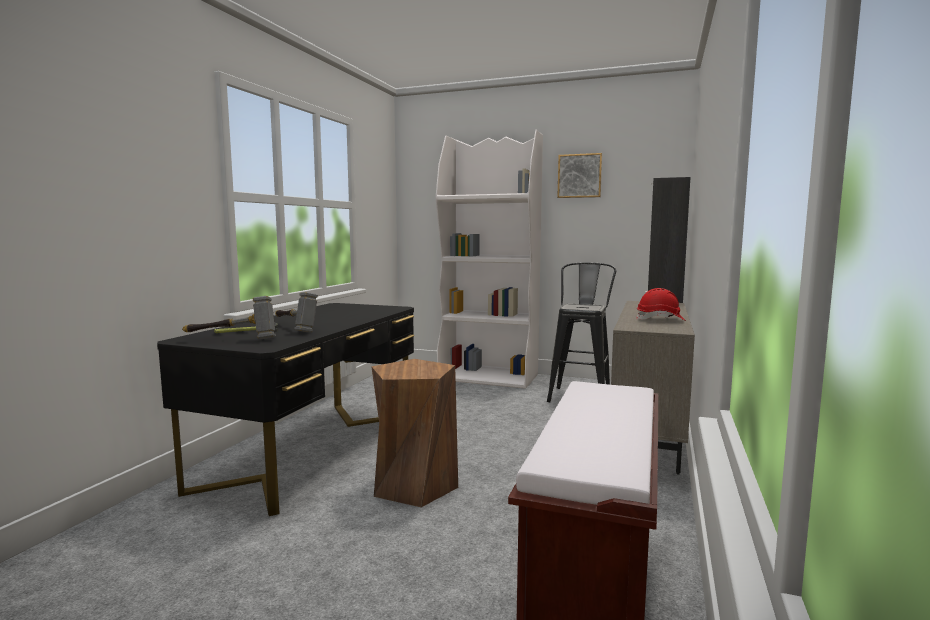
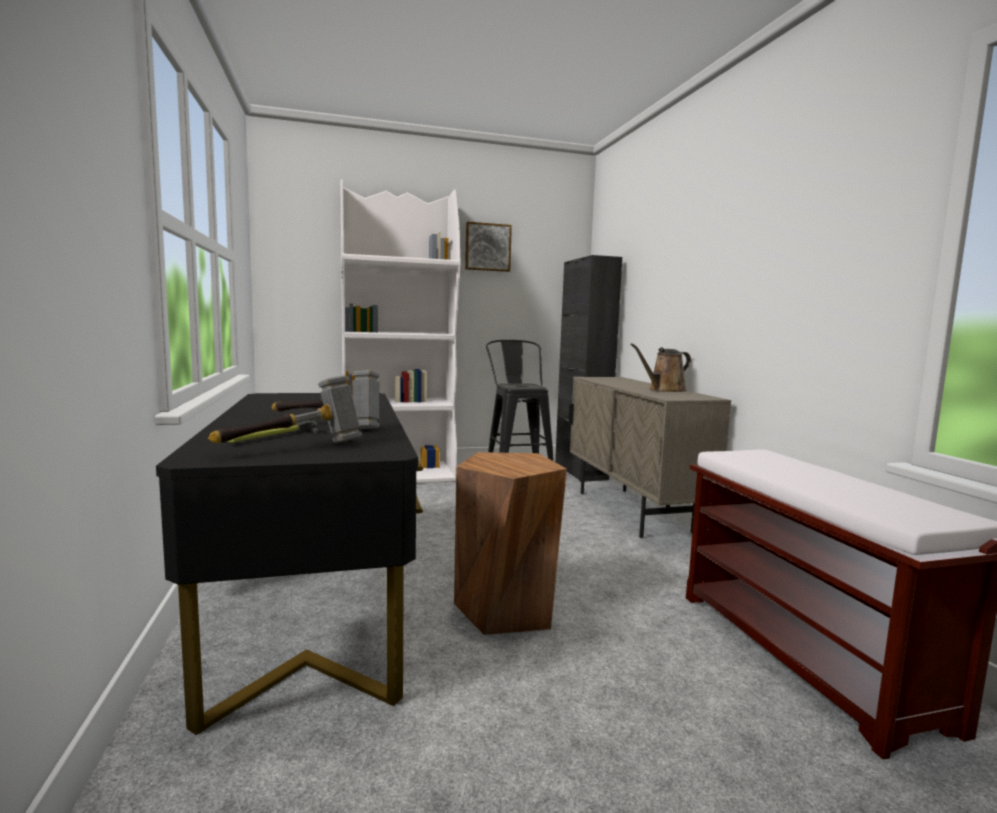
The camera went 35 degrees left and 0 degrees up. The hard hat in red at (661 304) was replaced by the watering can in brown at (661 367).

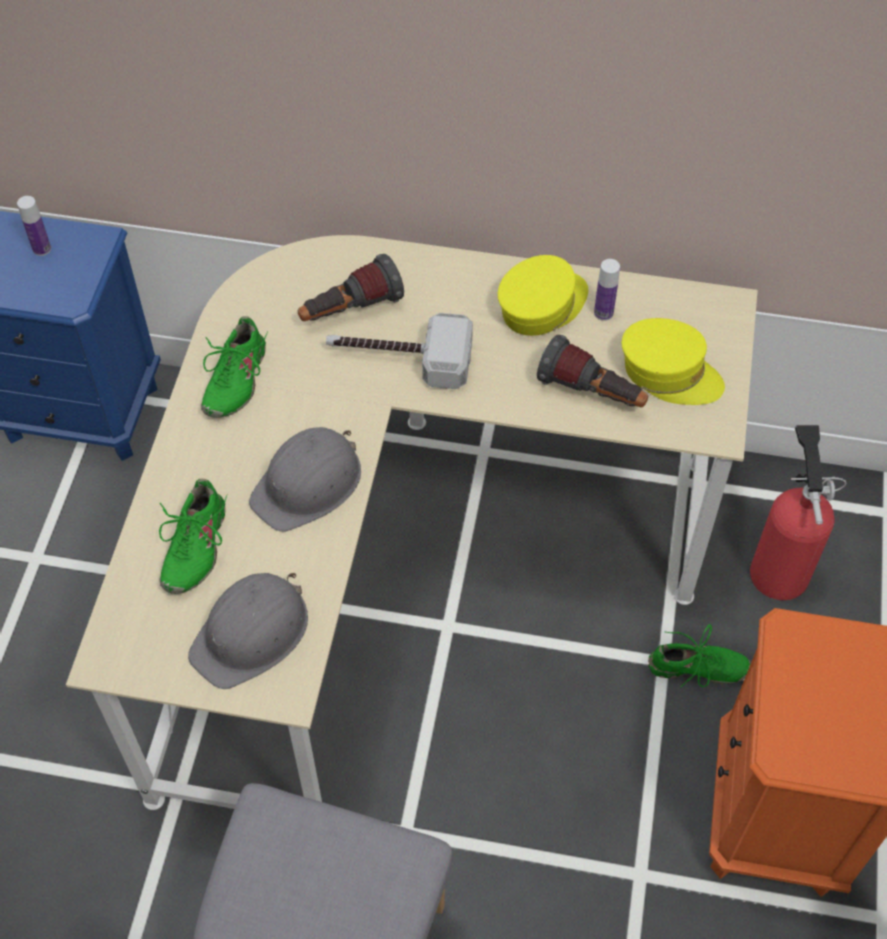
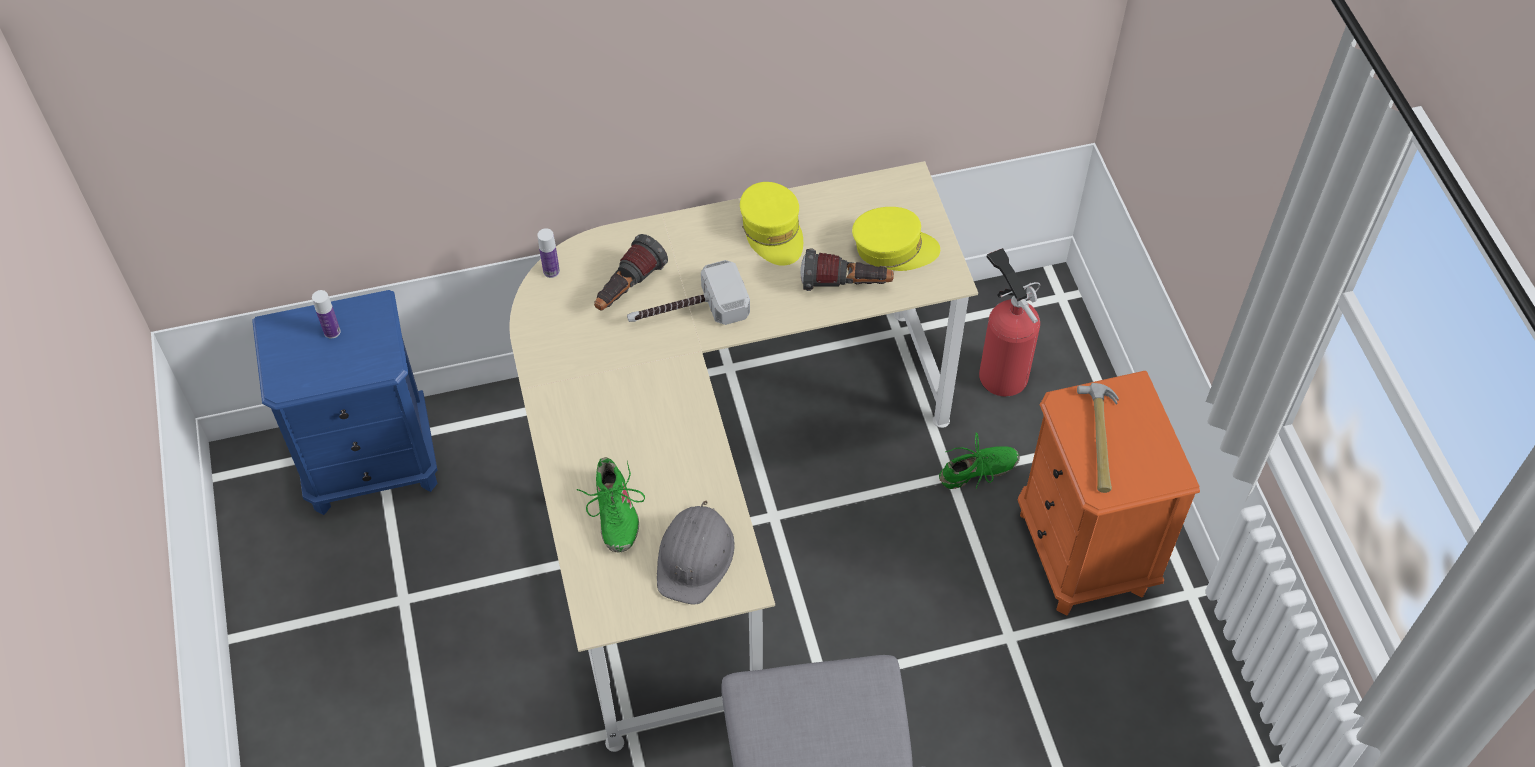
The camera went 25 degrees left and 0 degrees up. The shoe in green at (234 367) disappeared. The hard hat in grey at (305 479) disappeared. The cap in yellow at (543 295) turned 135 degrees clockwise. The bottle moved from (607 290) to (548 253). The hammer at (1098 438) appeared.

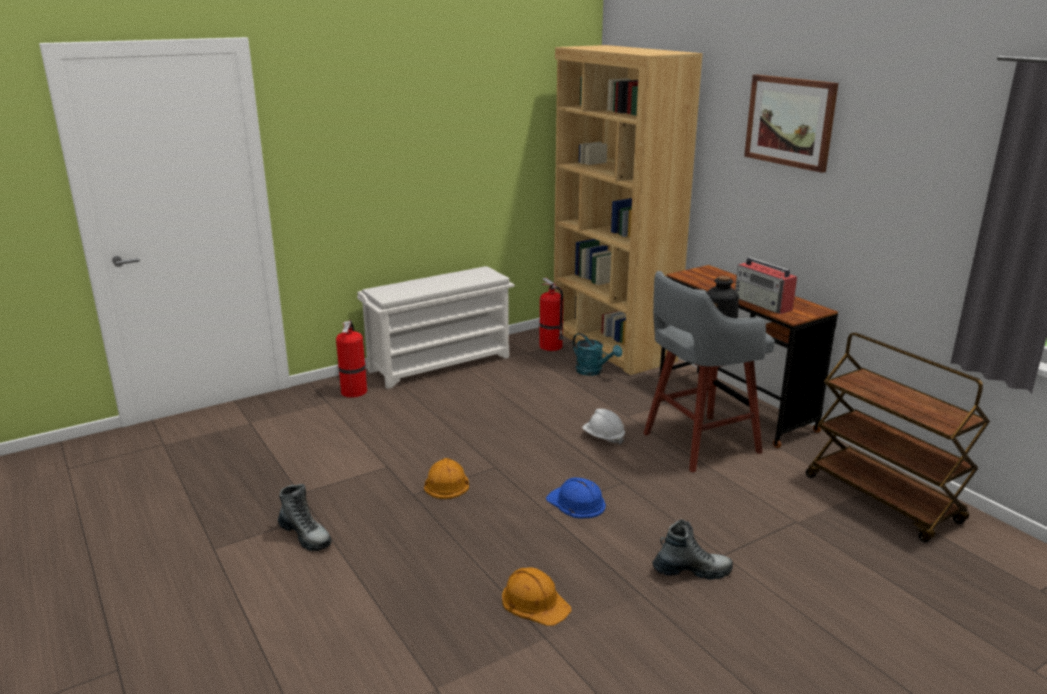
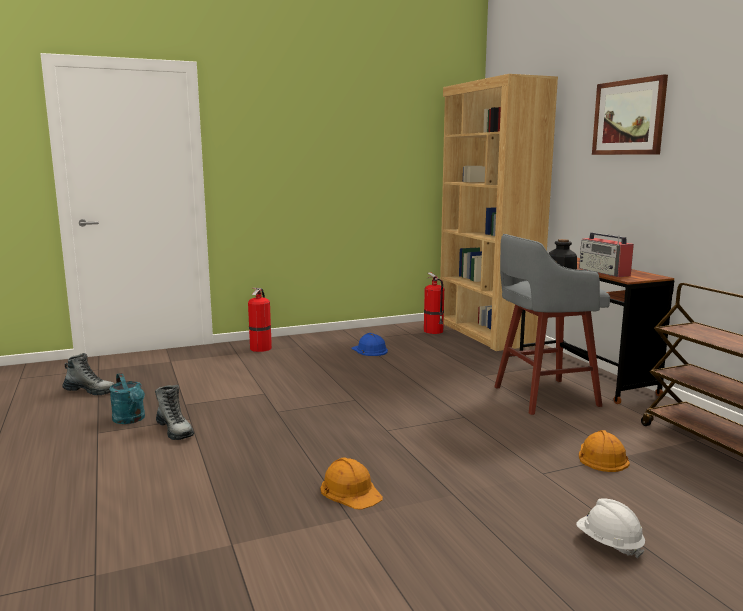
The camera went 10 degrees right and 10 degrees down. The shoe rack in white at (435 327) disappeared. The hard hat in orange moved from (446 478) to (604 451). The hard hat in blue moved from (576 498) to (369 344). The watering can in turquoise moved from (597 354) to (127 398). The hard hat in white moved from (603 427) to (610 528). The boot moved from (692 549) to (88 374).

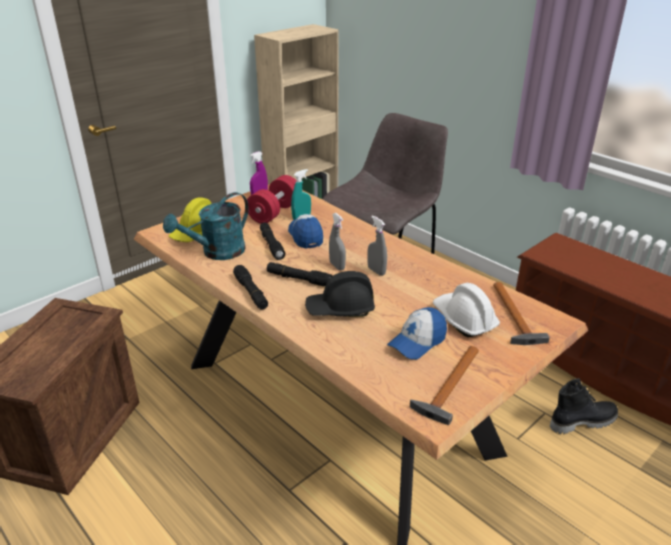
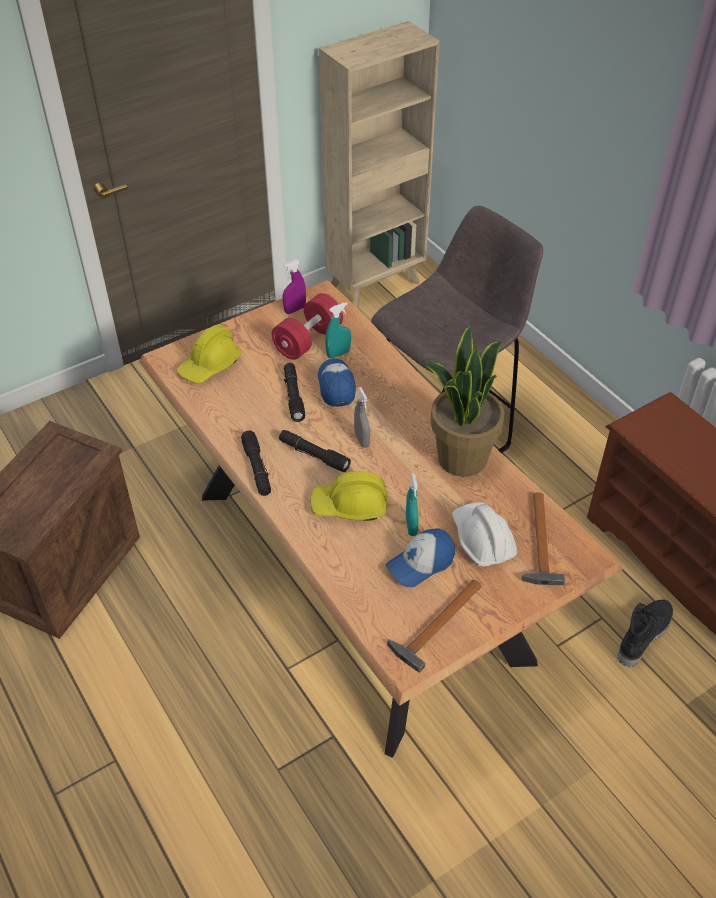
The camera went 10 degrees right and 15 degrees up. The watering can in turquoise at (206 226) disappeared. The hard hat in black at (340 294) became the hard hat in yellow at (348 496). The spray bottle in grey at (377 245) disappeared. The boot in black at (584 406) turned 45 degrees counterclockwise. The spray bottle in turquoise at (412 504) appeared. The potted plant at (464 401) appeared.

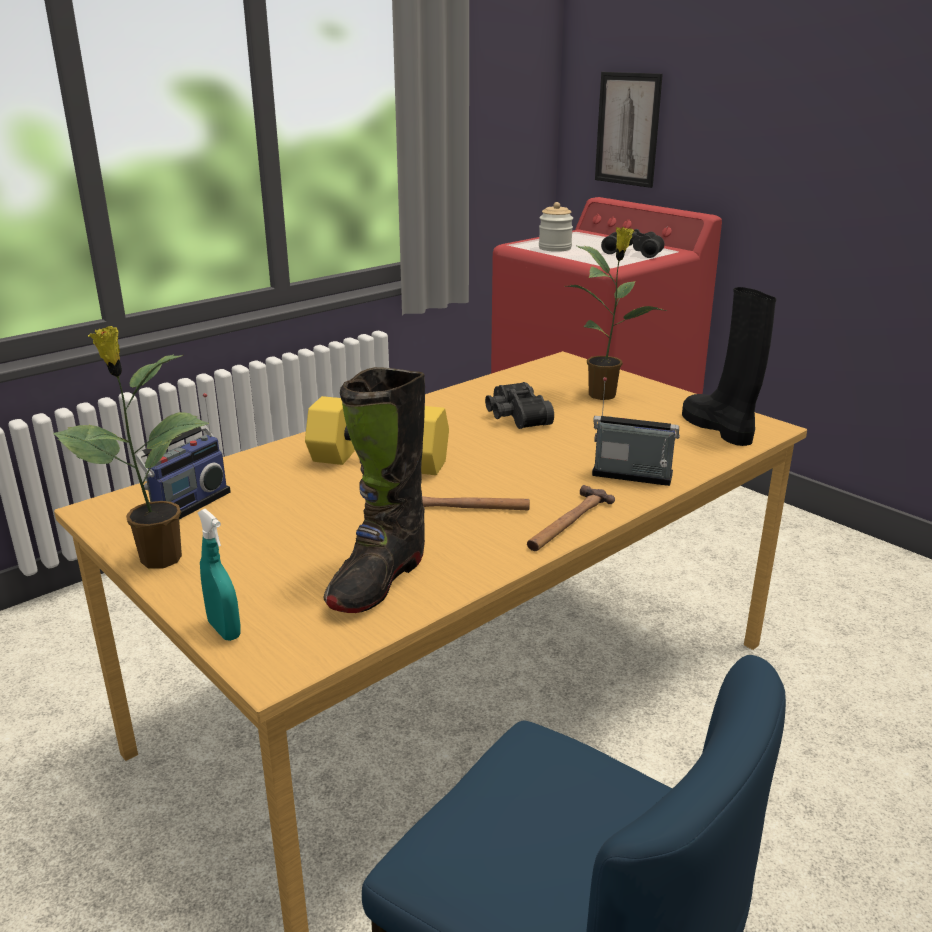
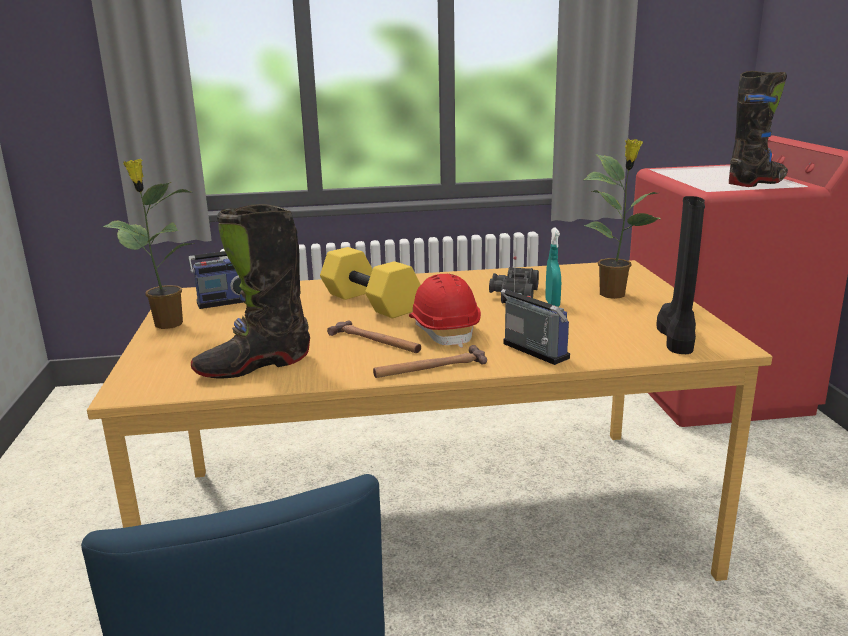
The camera went 35 degrees right and 5 degrees down. The spray bottle in turquoise moved from (219 575) to (553 267). The jar at (556 227) disappeared. The picture at (629 130) disappeared. The binoculars in black at (632 243) was replaced by the boot in black at (758 129). The hard hat in red at (445 311) appeared.

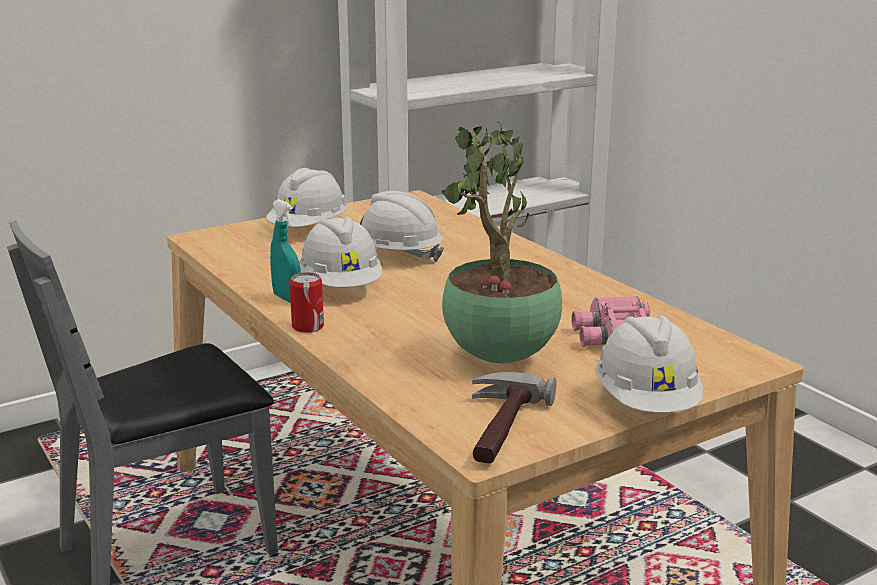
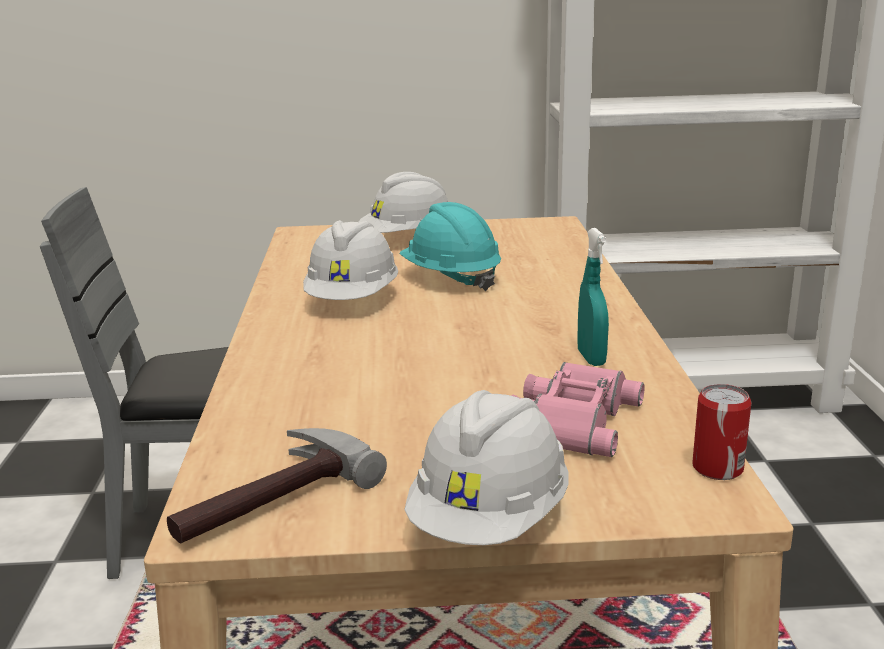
The camera went 30 degrees right and 0 degrees up. The spray bottle in turquoise moved from (285 251) to (593 297). The can moved from (306 302) to (721 432). The hard hat in white at (402 226) became the hard hat in turquoise at (450 246). The potted plant at (502 242) disappeared.

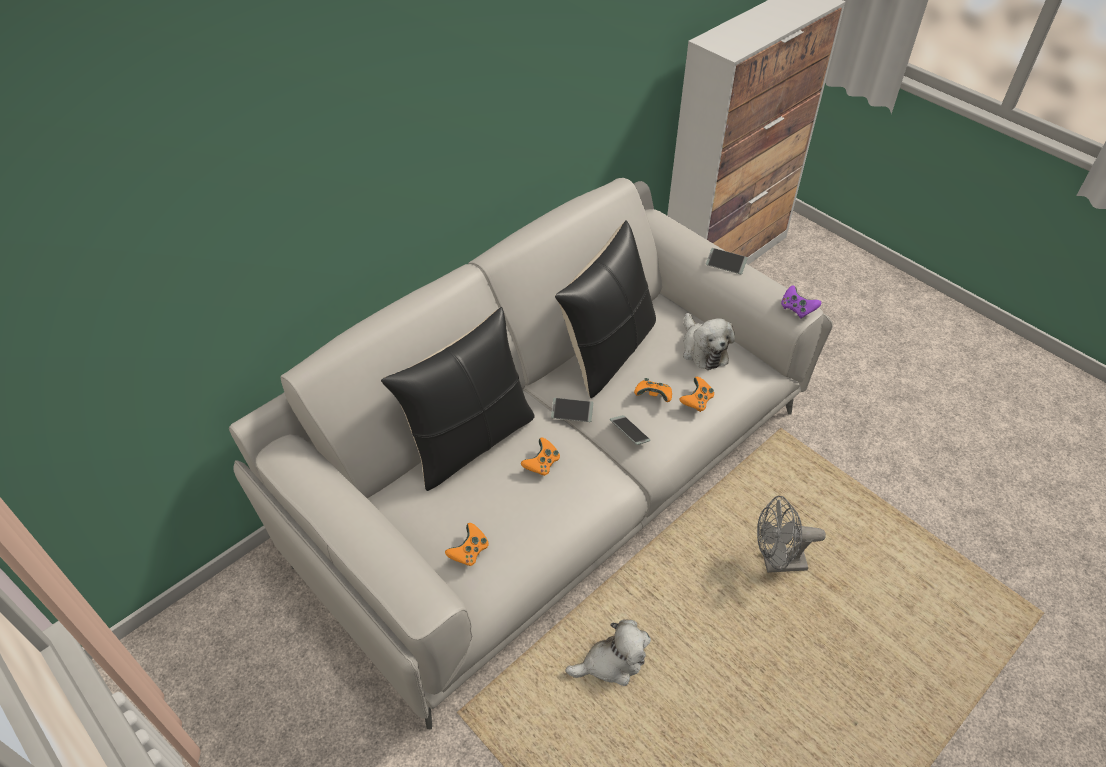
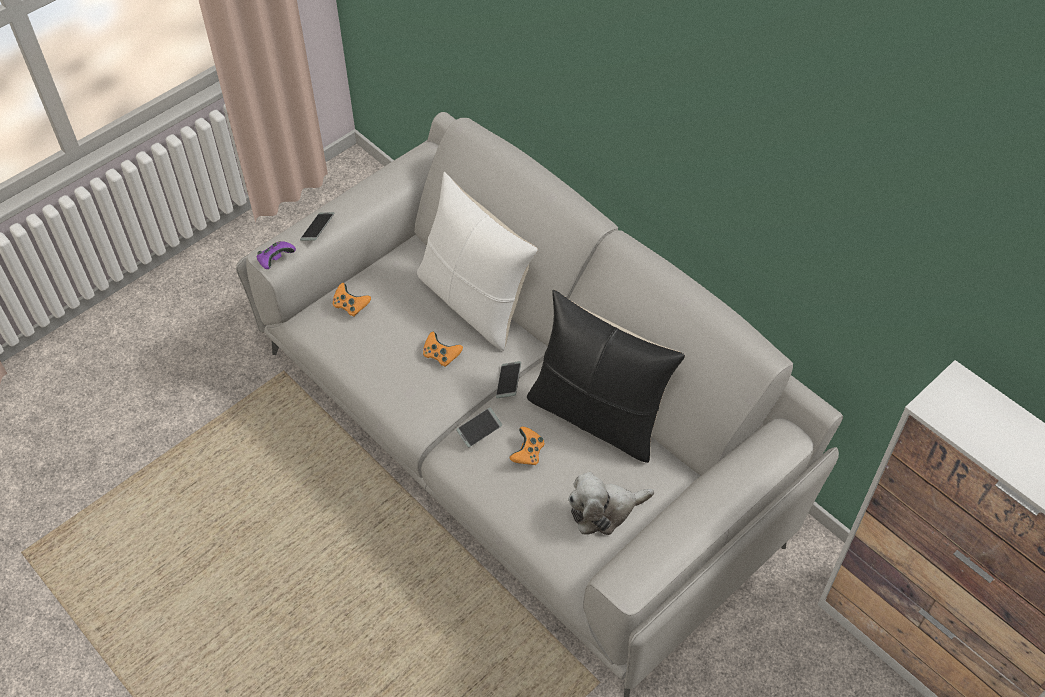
The camera went 90 degrees right and 5 degrees up. The pillow in black at (458 399) became the pillow in white at (477 261). The plush toy at (608 653) disappeared. The game controller in orange at (696 394) disappeared. The phone moved from (727 261) to (317 226). The fan in grey at (791 534) disappeared. The game controller in purple moved from (801 302) to (276 255).

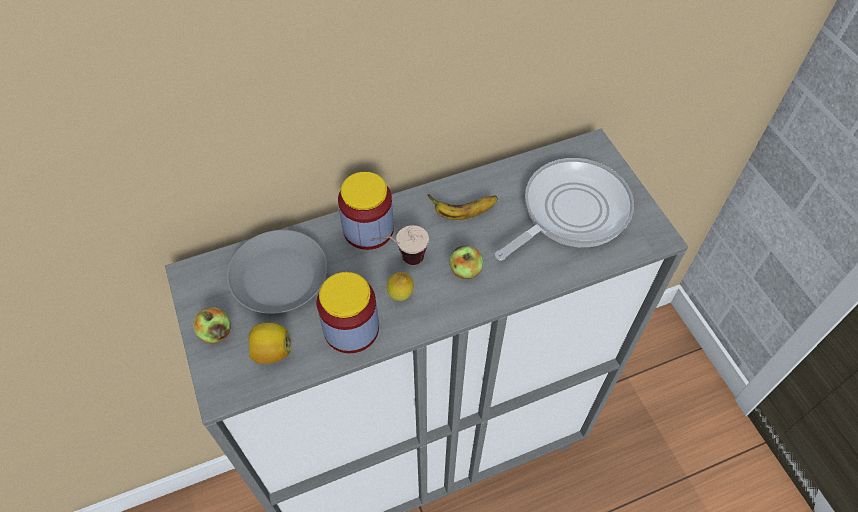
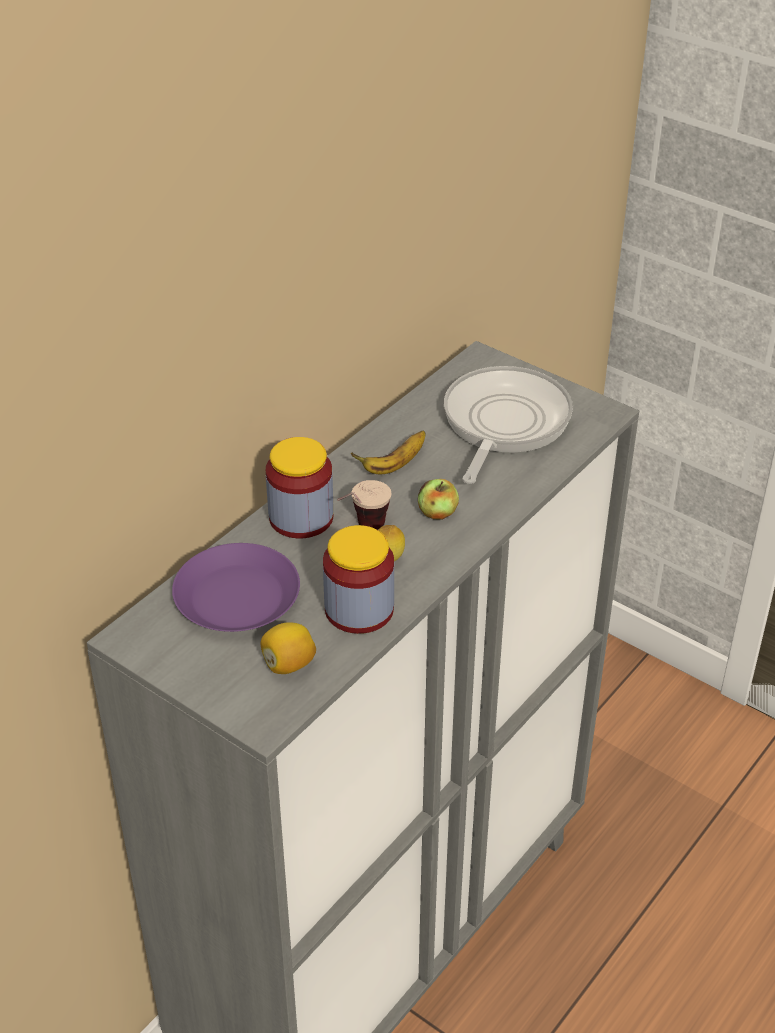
The camera went 30 degrees left and 15 degrees down. The apple at (212 325) disappeared. The plate in grey at (277 272) became the plate in purple at (236 587).

